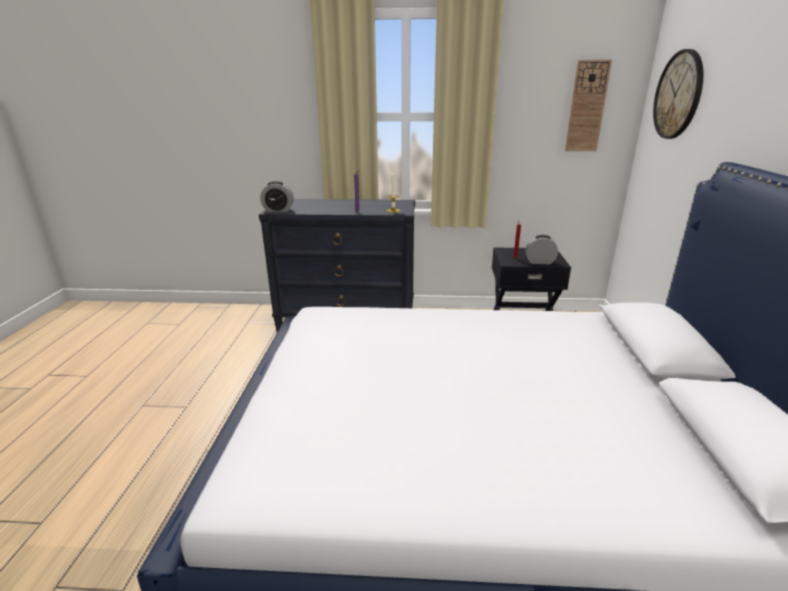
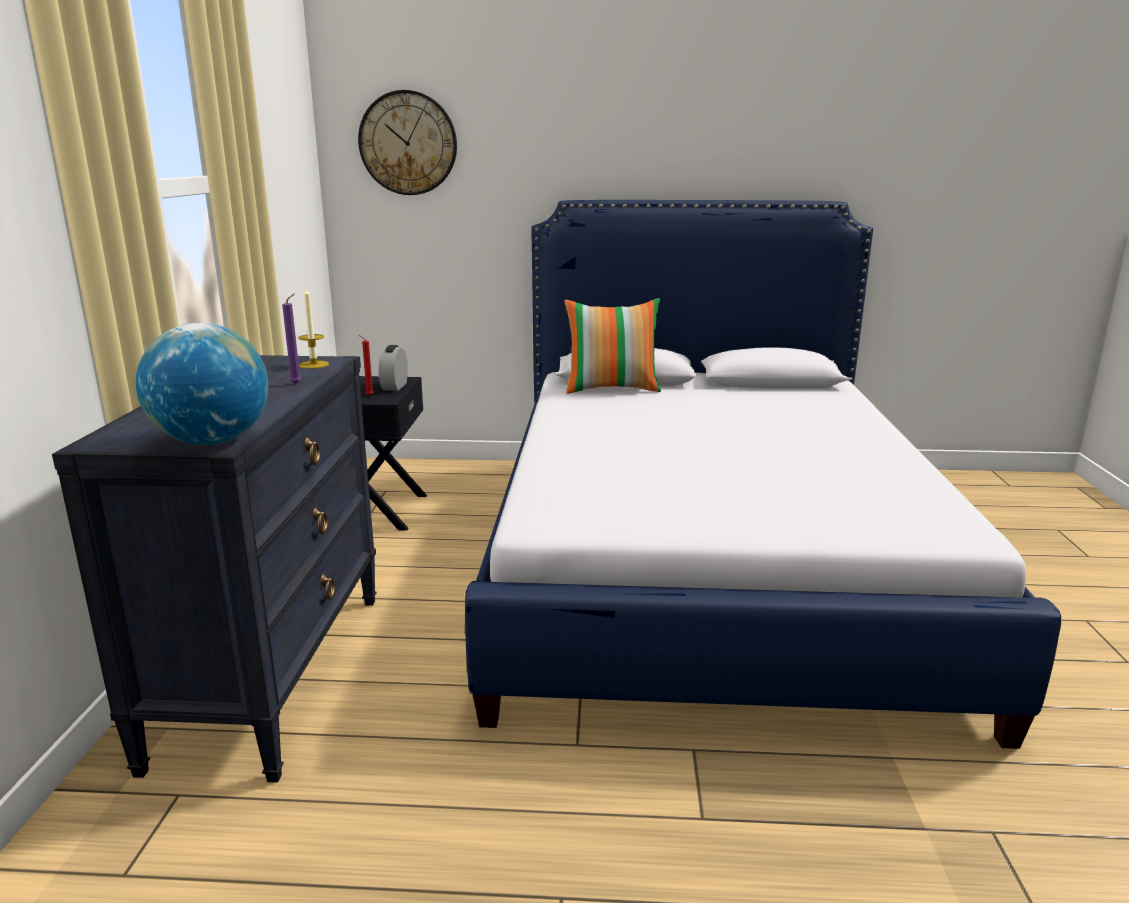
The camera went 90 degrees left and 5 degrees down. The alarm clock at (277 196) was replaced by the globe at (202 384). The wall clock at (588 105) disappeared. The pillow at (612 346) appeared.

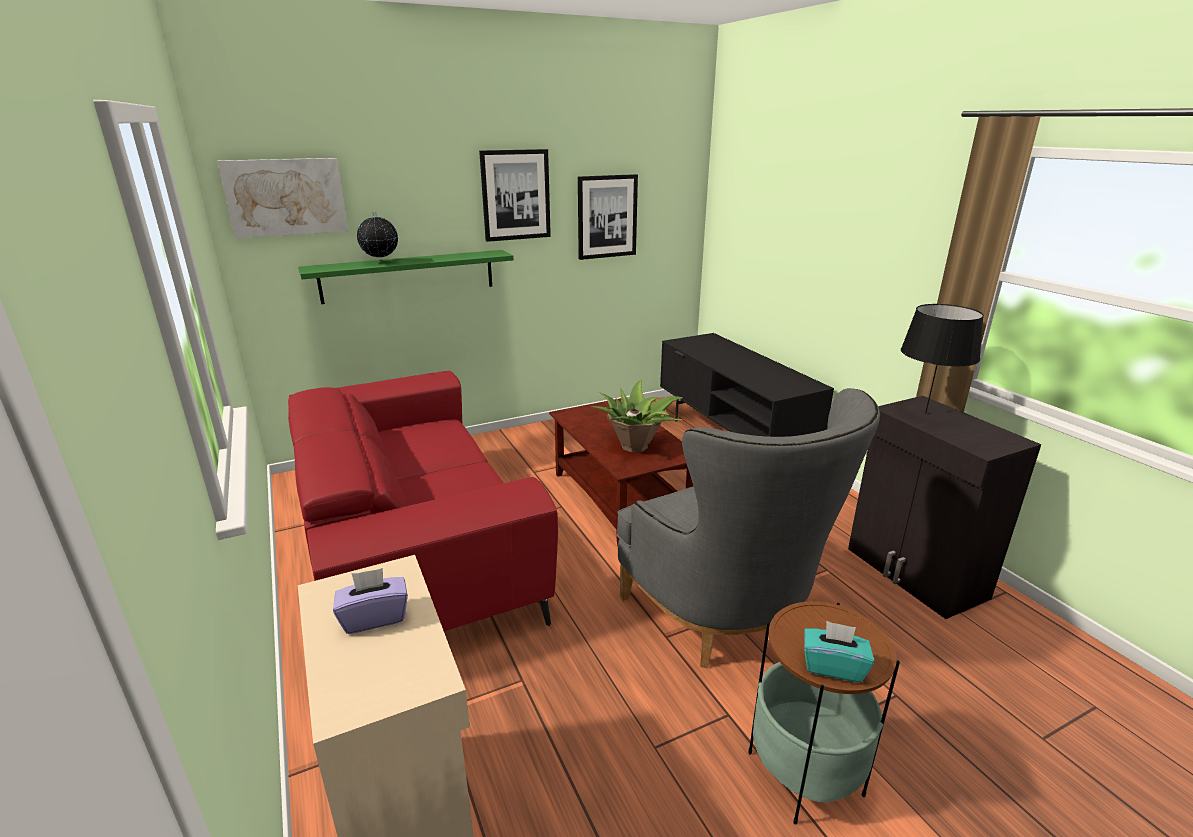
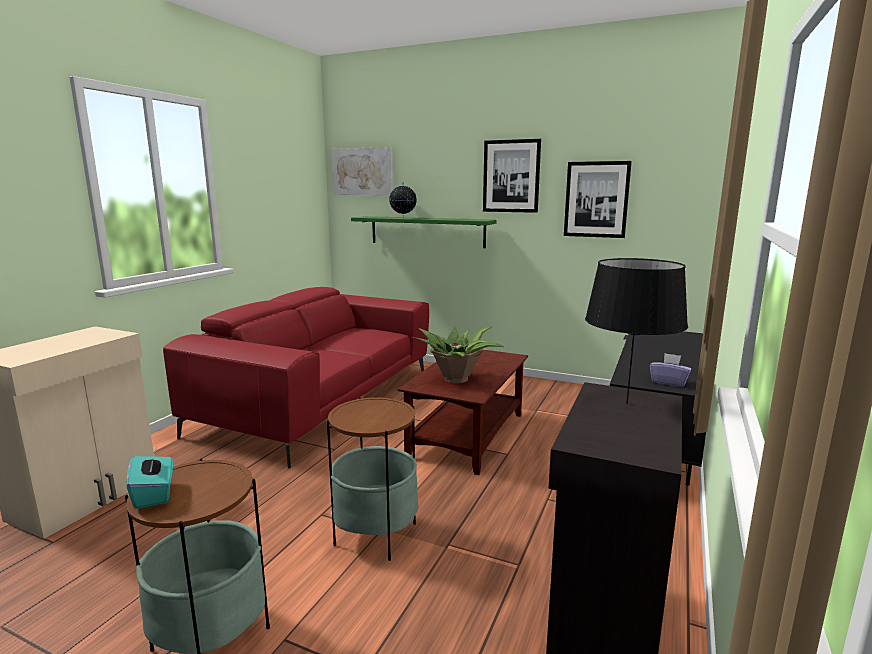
The camera went 50 degrees right and 10 degrees down. The tissue box in purple moved from (370 601) to (670 370). The armchair in grey at (748 528) was replaced by the side table at (372 479).

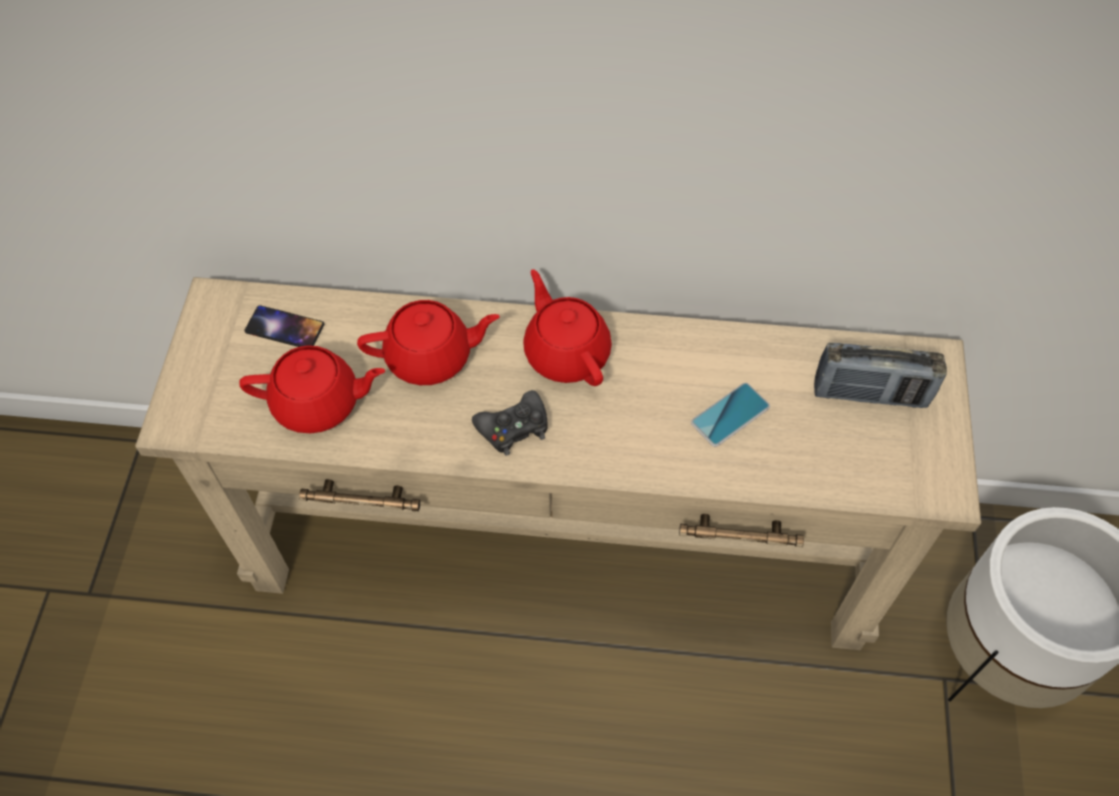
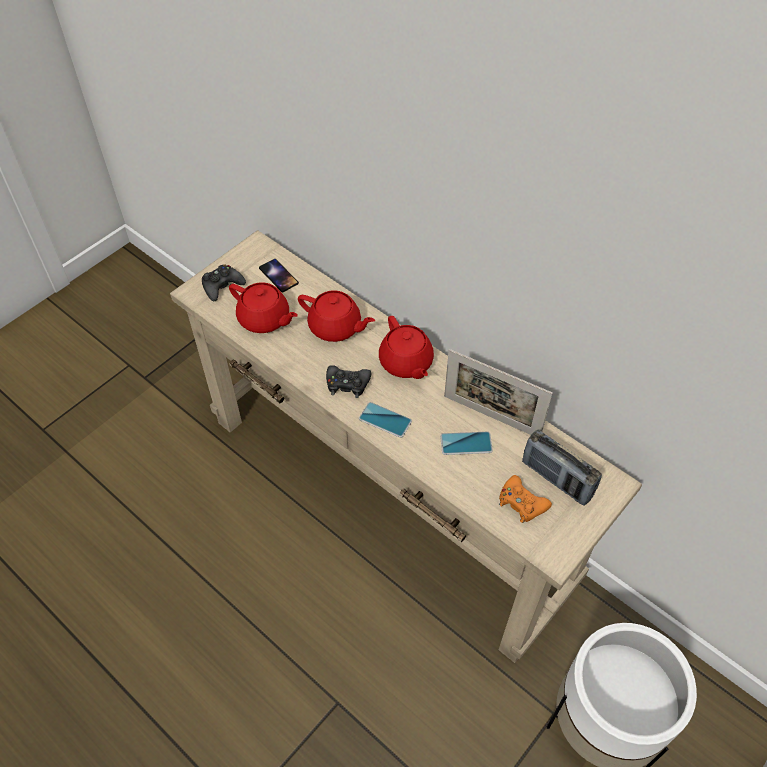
The camera went 35 degrees right and 5 degrees down. The teapot in red at (567 327) turned 150 degrees clockwise. The game controller in black at (224 283) appeared. The phone at (385 420) appeared. The picture frame at (498 392) appeared. The game controller in orange at (525 499) appeared.

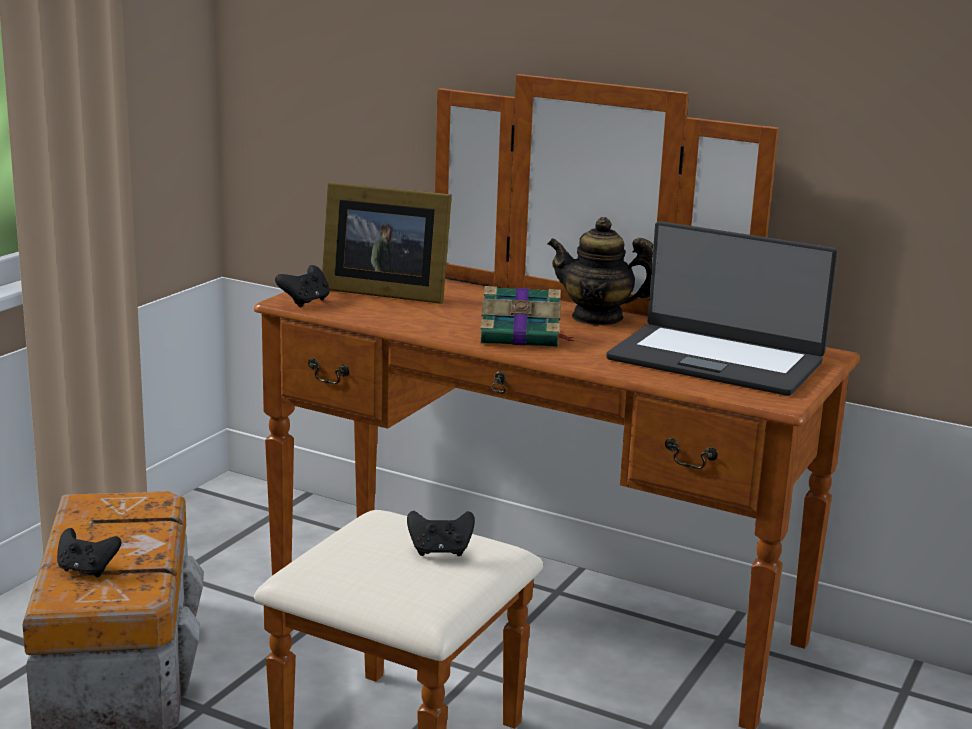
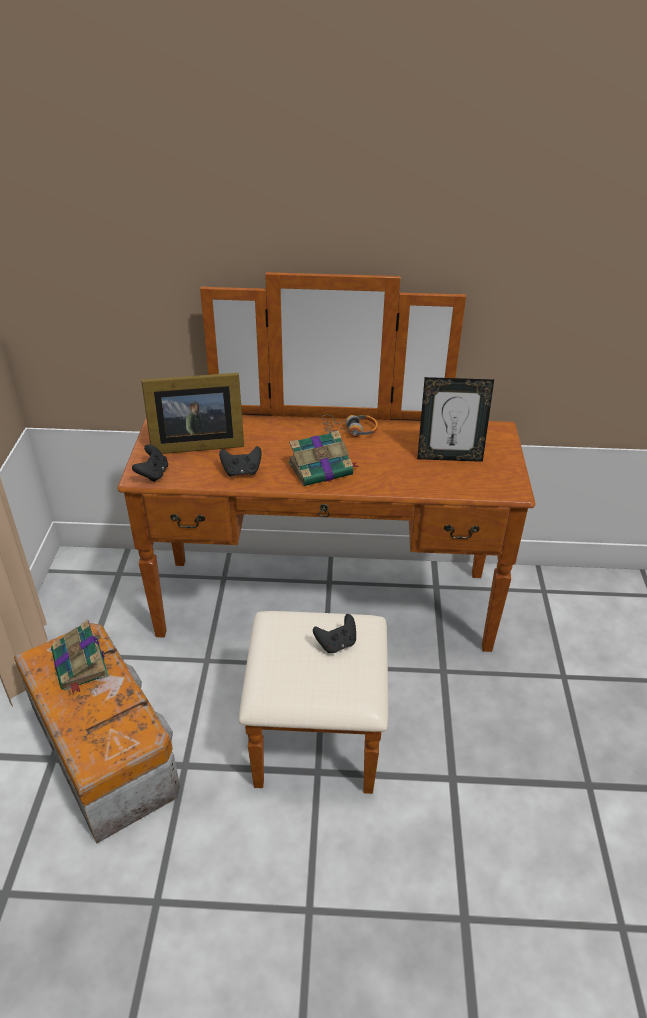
The camera went 25 degrees left and 20 degrees up. The game controller in black moved from (89 552) to (240 461). The teapot at (600 271) was replaced by the headphones at (349 426). The laptop at (722 308) was replaced by the picture frame at (455 419). The book at (80 657) appeared.

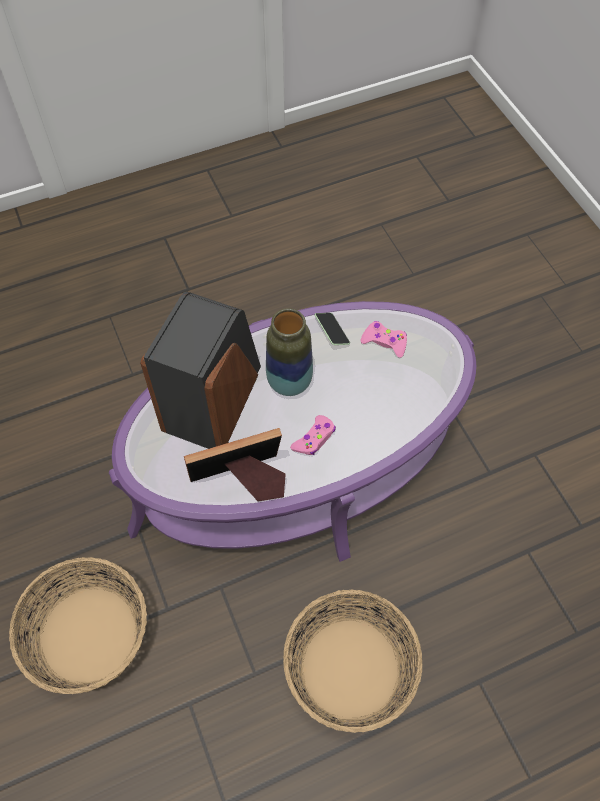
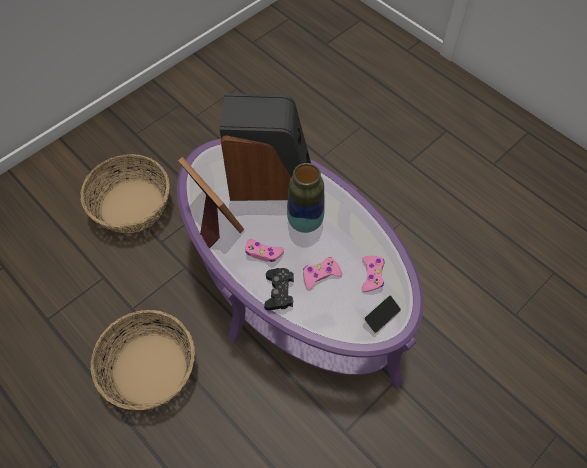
The camera went 70 degrees right and 0 degrees up. The phone moved from (332 329) to (382 314). The game controller in black at (279 289) appeared. The game controller in pink at (322 273) appeared.

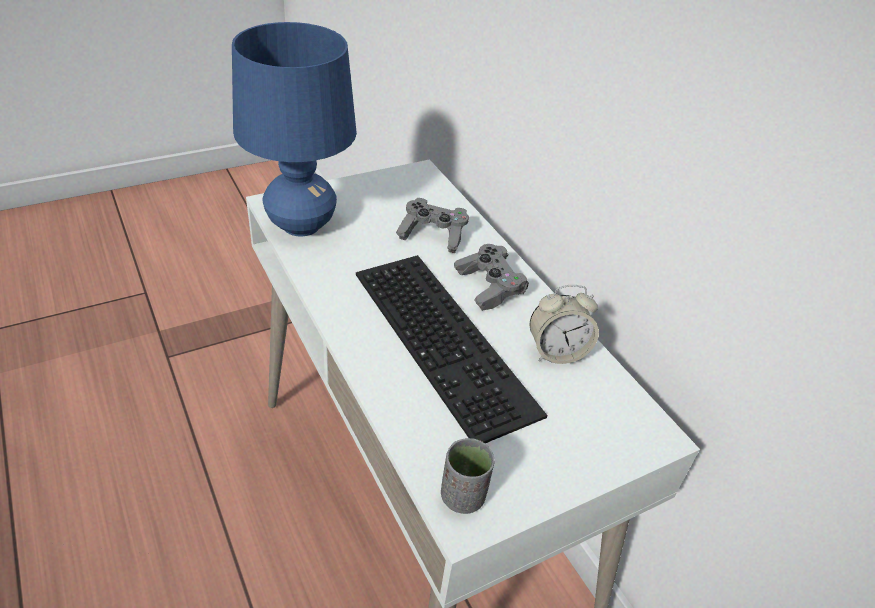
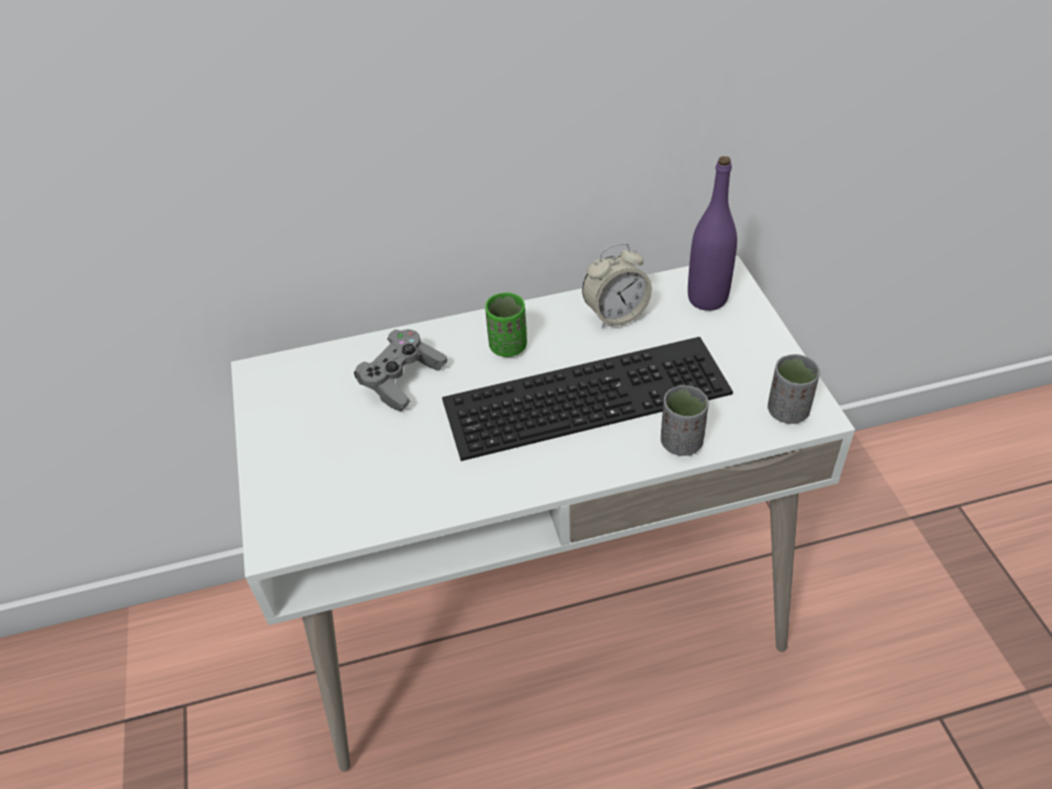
The camera went 70 degrees left and 5 degrees up. The table lamp in blue at (294 129) disappeared. The game controller in grey at (491 277) was replaced by the cup in green at (506 324). The alarm clock at (564 324) turned 60 degrees clockwise. The cup in grey at (685 420) appeared. The bottle in purple at (712 233) appeared.

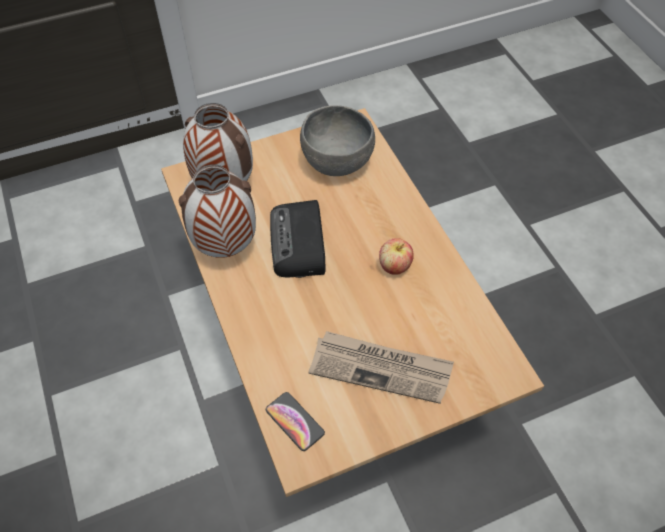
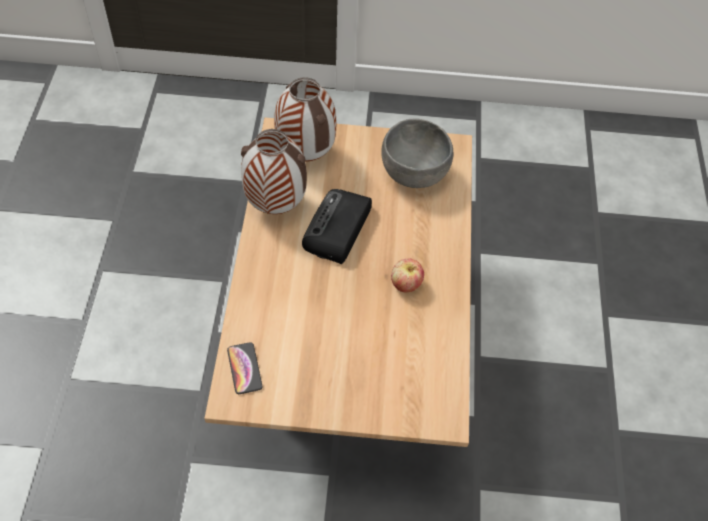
The camera went 25 degrees right and 0 degrees up. The newspaper at (381 367) disappeared.

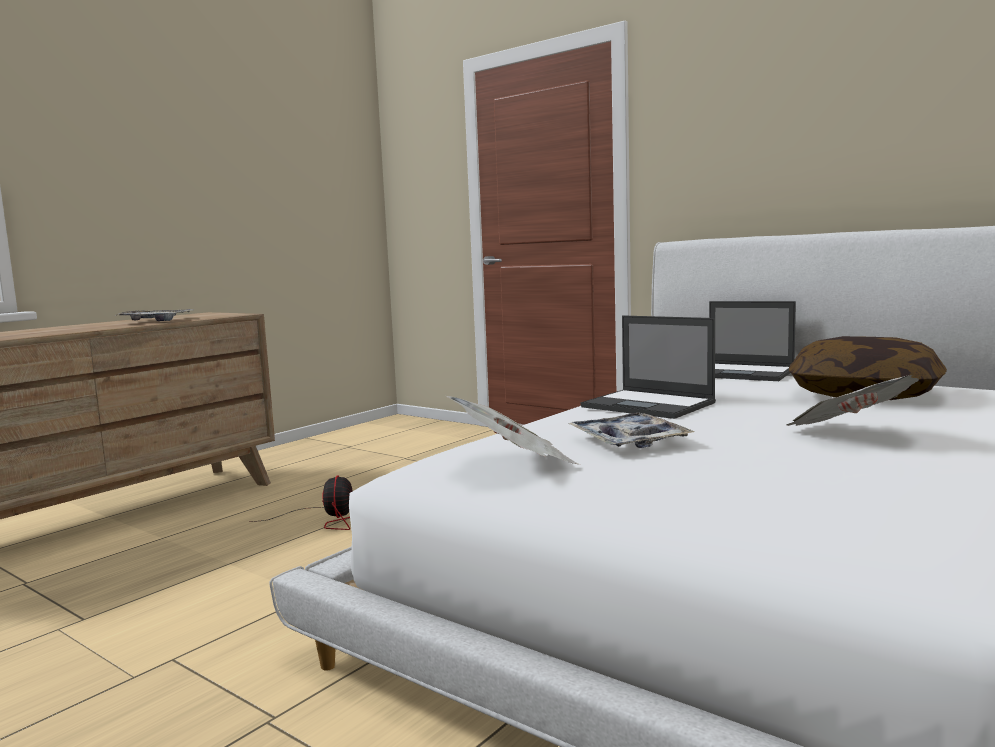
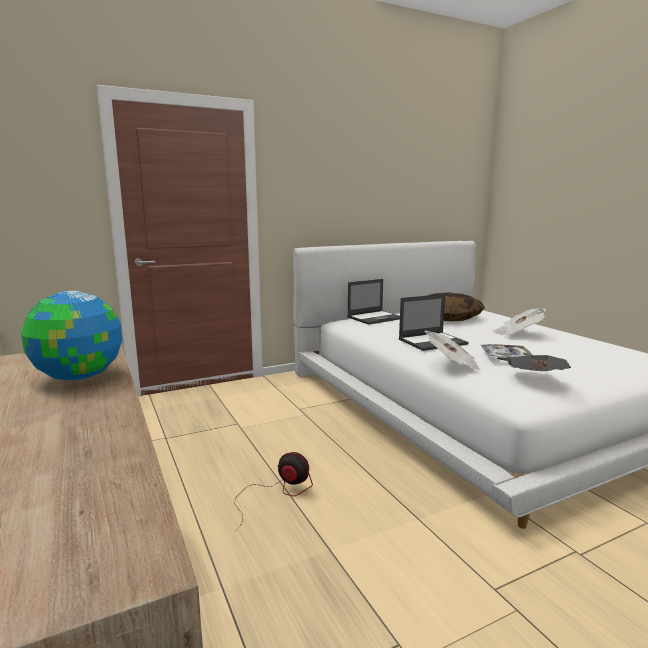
The camera went 65 degrees left and 5 degrees up. The tray at (154 315) was replaced by the globe at (71 336). The newspaper at (453 351) appeared.

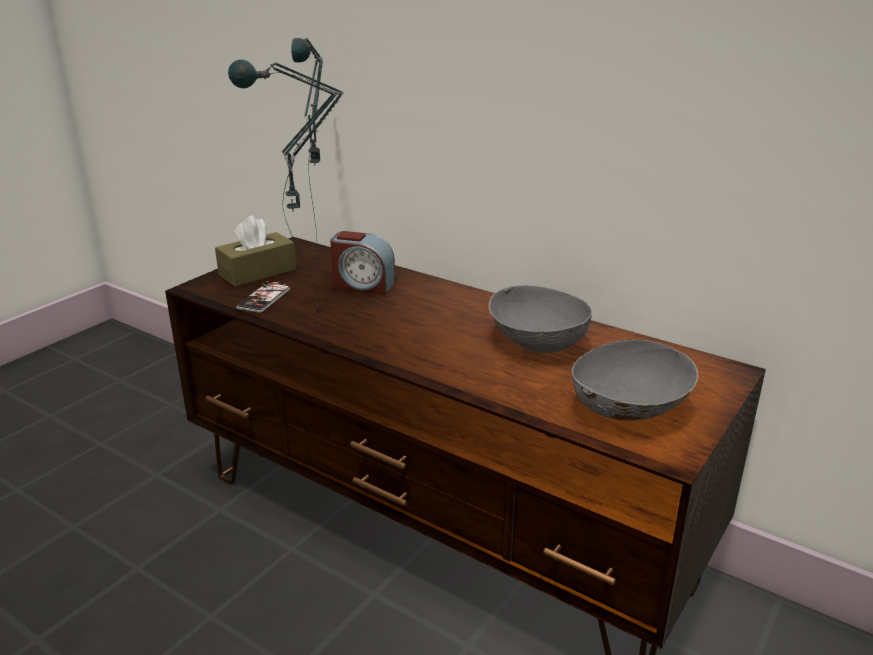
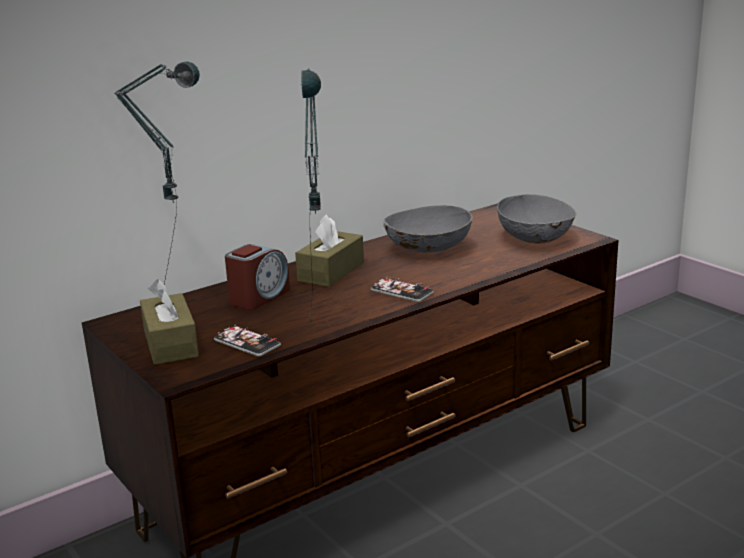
The camera went 70 degrees left and 5 degrees down. The tissue box in brown at (329 251) appeared. The phone at (402 289) appeared.

